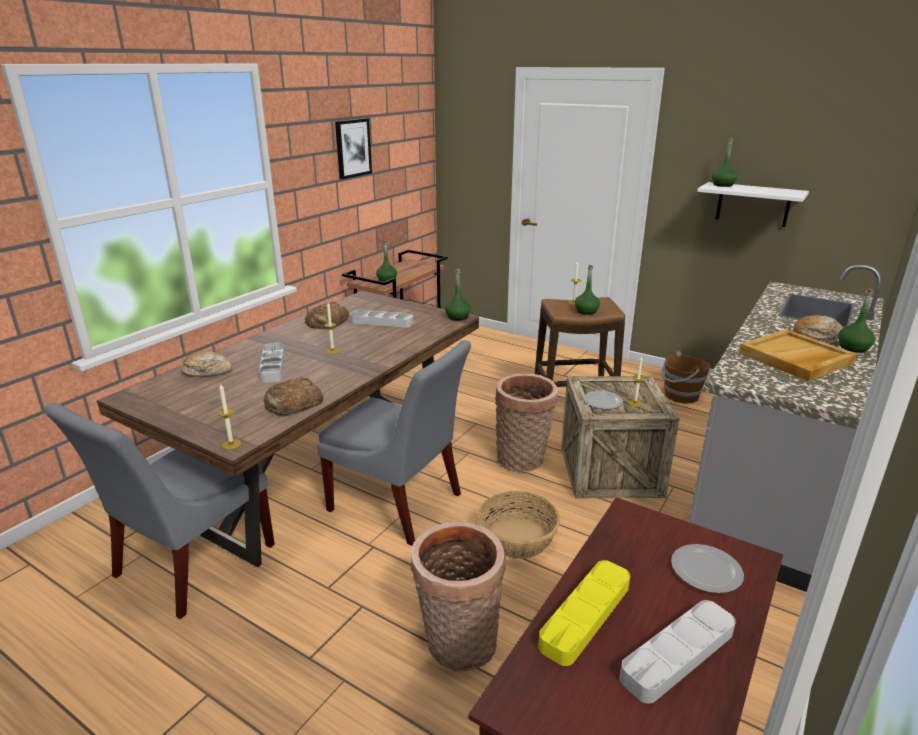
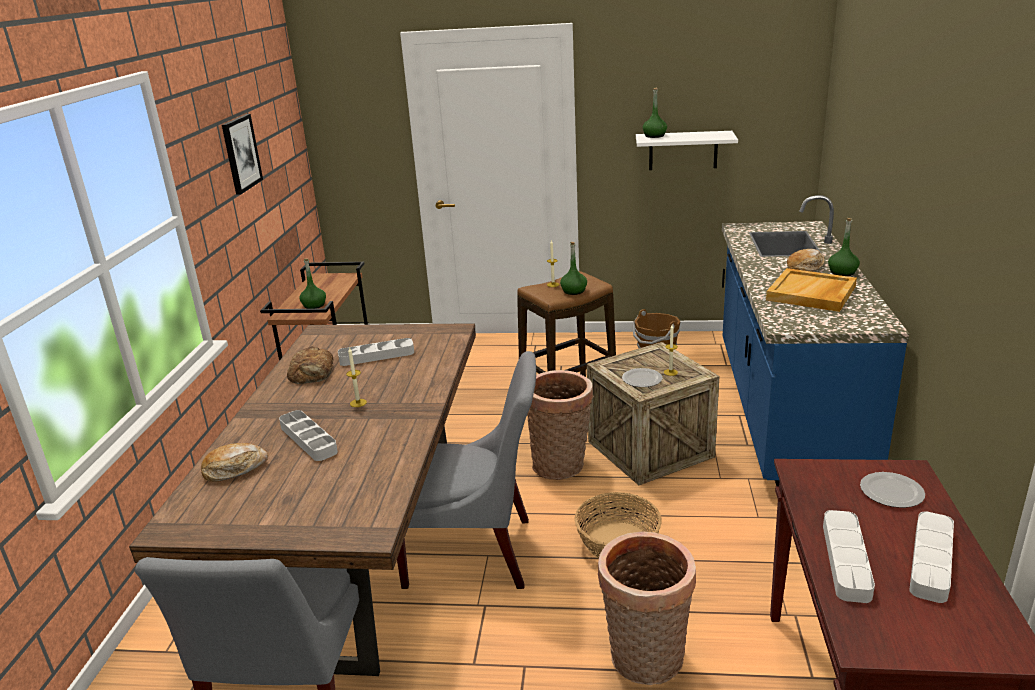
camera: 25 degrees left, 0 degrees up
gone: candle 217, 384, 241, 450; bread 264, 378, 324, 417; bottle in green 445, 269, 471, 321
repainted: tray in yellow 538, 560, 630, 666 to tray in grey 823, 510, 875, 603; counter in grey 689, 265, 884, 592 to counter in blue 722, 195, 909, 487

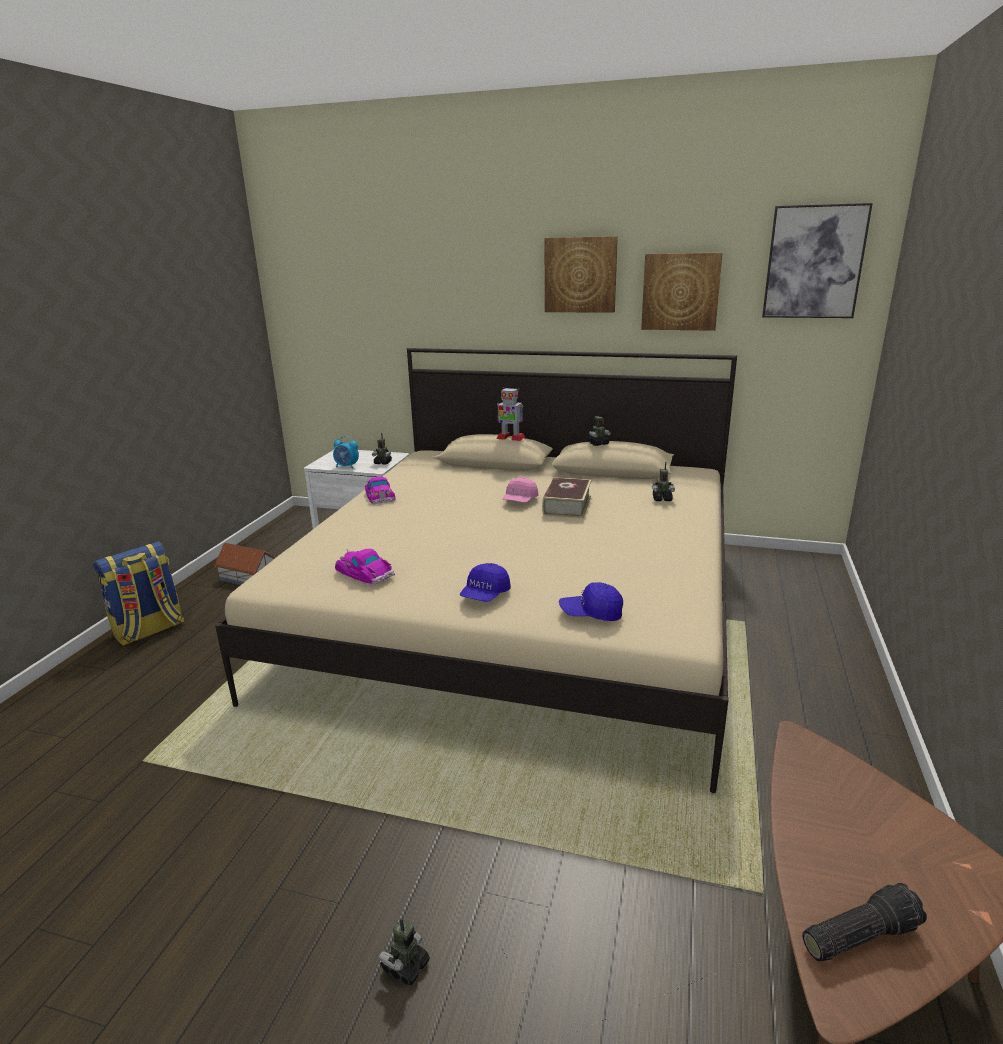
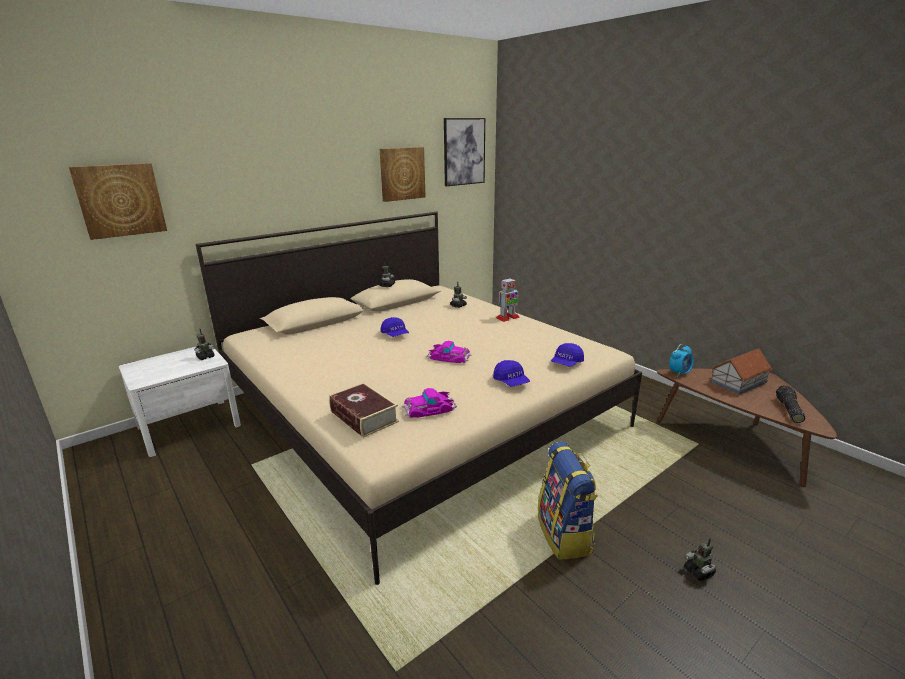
camera: 55 degrees left, 0 degrees up
shifted: backpack 93, 542, 184, 646 to 538, 442, 598, 560; toy house 214, 543, 276, 585 to 710, 348, 772, 395; alarm clock 333, 436, 359, 469 to 670, 344, 694, 377; toy car 365, 476, 395, 504 to 427, 341, 472, 363; toy robot 496, 387, 525, 441 to 496, 277, 520, 322; book 542, 477, 592, 518 to 329, 383, 399, 438; picture 545, 236, 618, 313 to 69, 163, 167, 240
repainted: cap in pink 502, 477, 538, 503 to cap in blue 381, 317, 409, 337

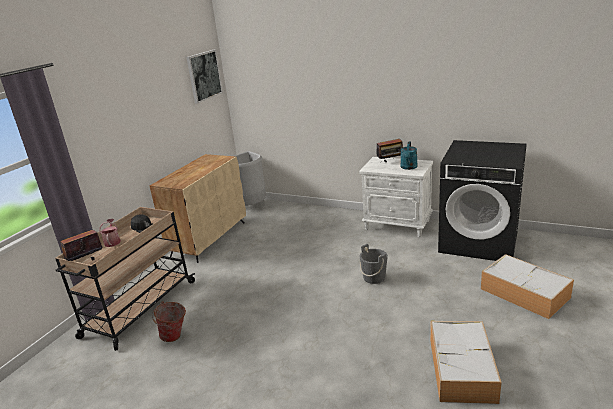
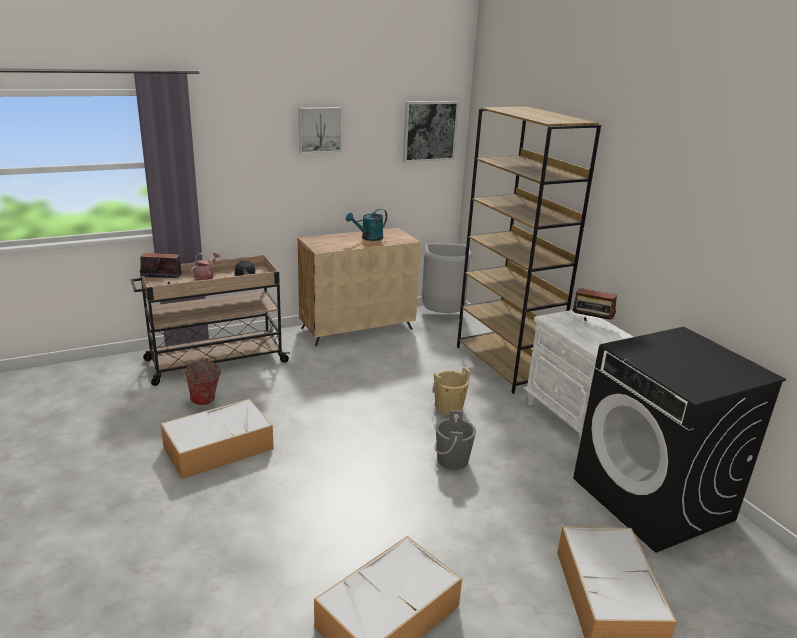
camera: 35 degrees right, 0 degrees up
new: storage box 161, 399, 274, 479; picture 298, 107, 342, 154; bucket in beige 432, 367, 470, 415; bookcase in brown 457, 107, 601, 394
shifted: watering can in turquoise 401, 142, 418, 170 to 346, 209, 387, 241

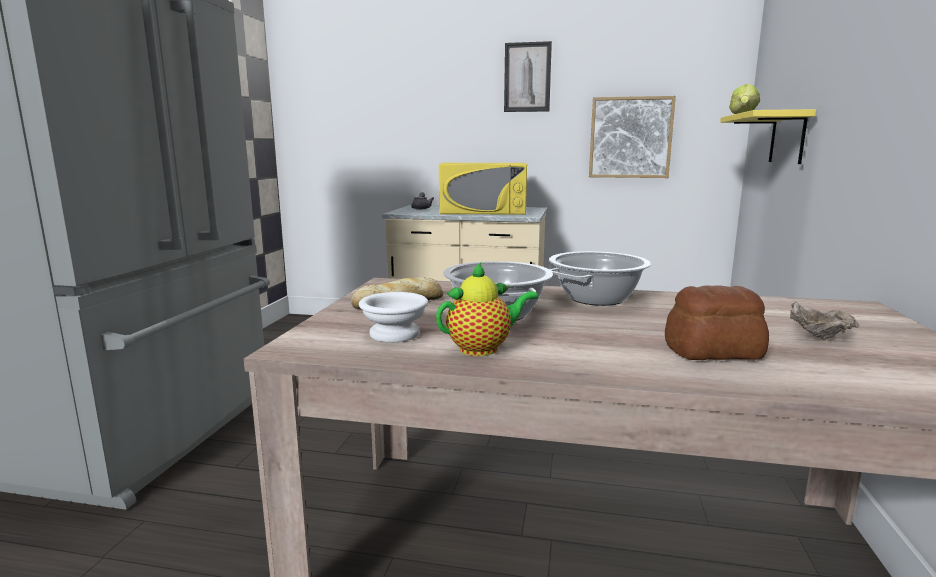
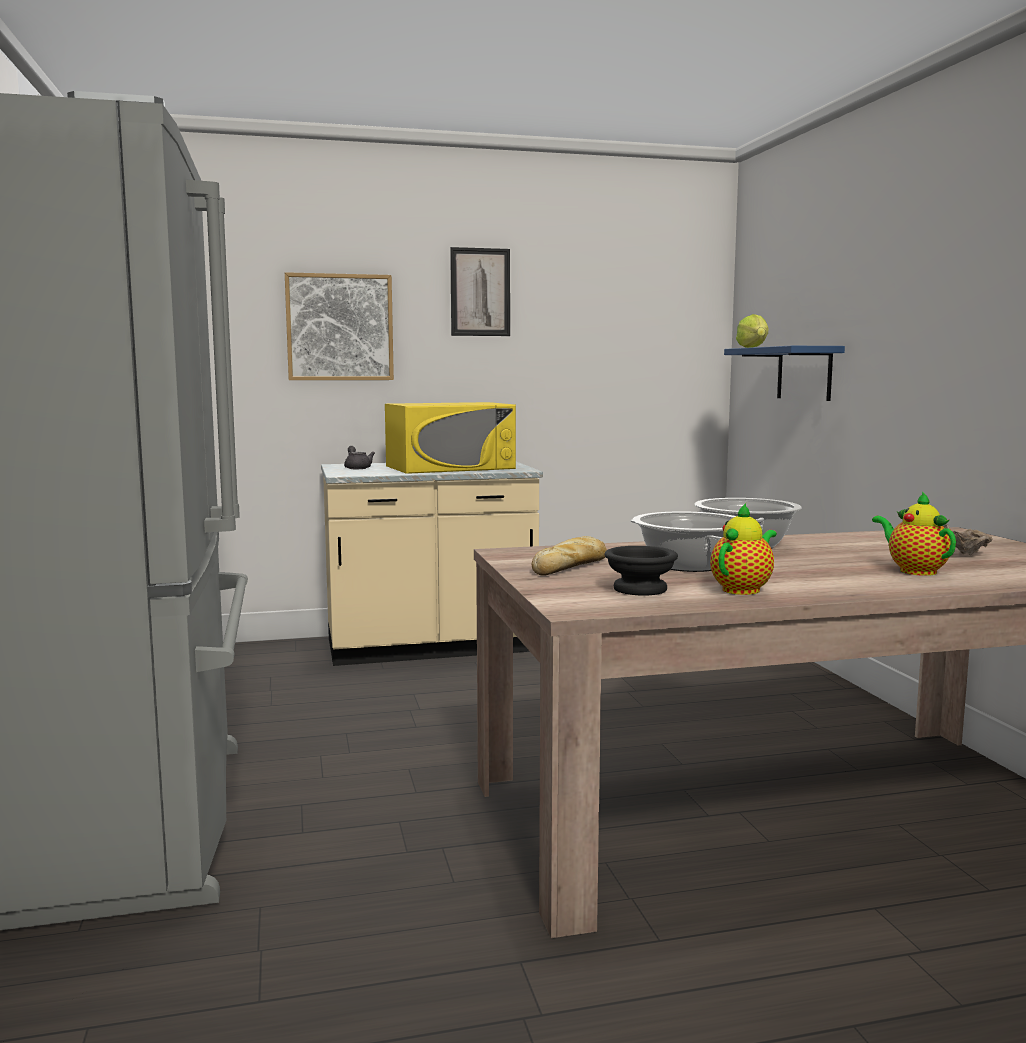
camera: 25 degrees left, 5 degrees down
shifted: picture 589, 96, 676, 178 to 285, 272, 394, 380
swapped: bread 665, 285, 769, 360 to teapot 872, 491, 956, 576
repainted: bowl in white 359, 292, 428, 342 to bowl in black 604, 546, 678, 596; shelf in yellow 720, 109, 816, 164 to shelf in blue 724, 346, 845, 401

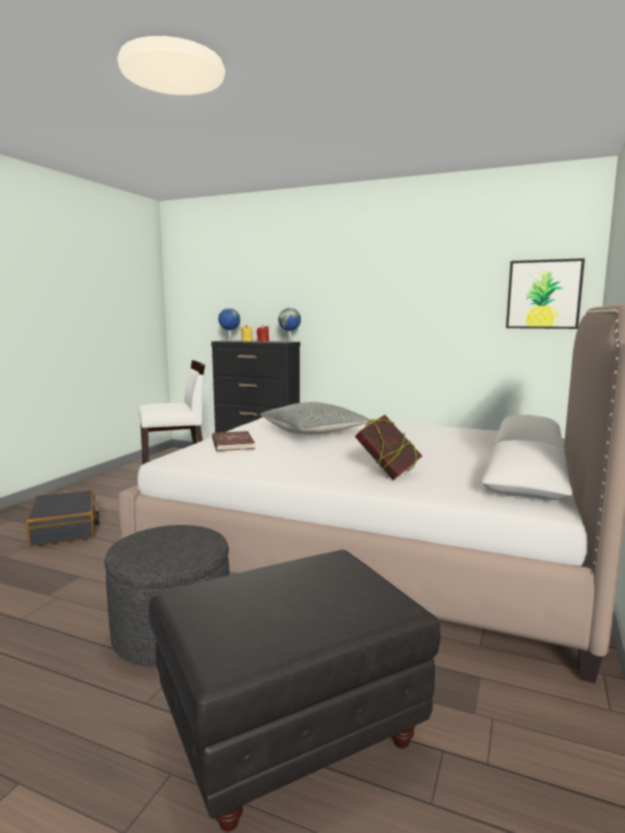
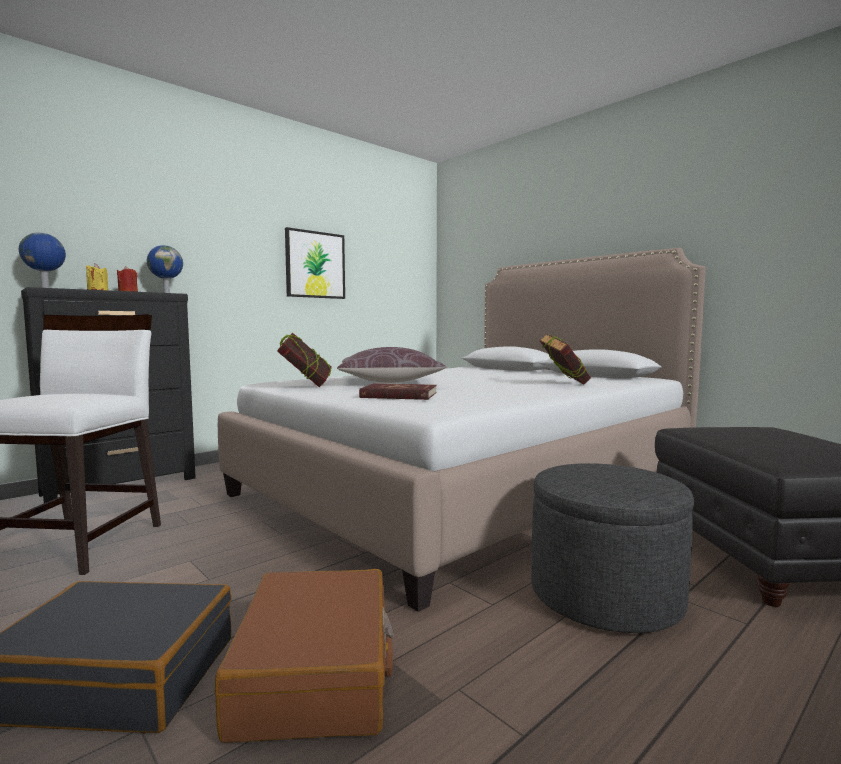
camera: 65 degrees left, 5 degrees down
new: suitcase in brown 215, 569, 394, 743; book 277, 332, 332, 387
shifted: picture 506, 258, 585, 329 to 285, 227, 345, 299
repainted: pillow in grey 260, 402, 370, 435 to pillow in brown 337, 347, 446, 383

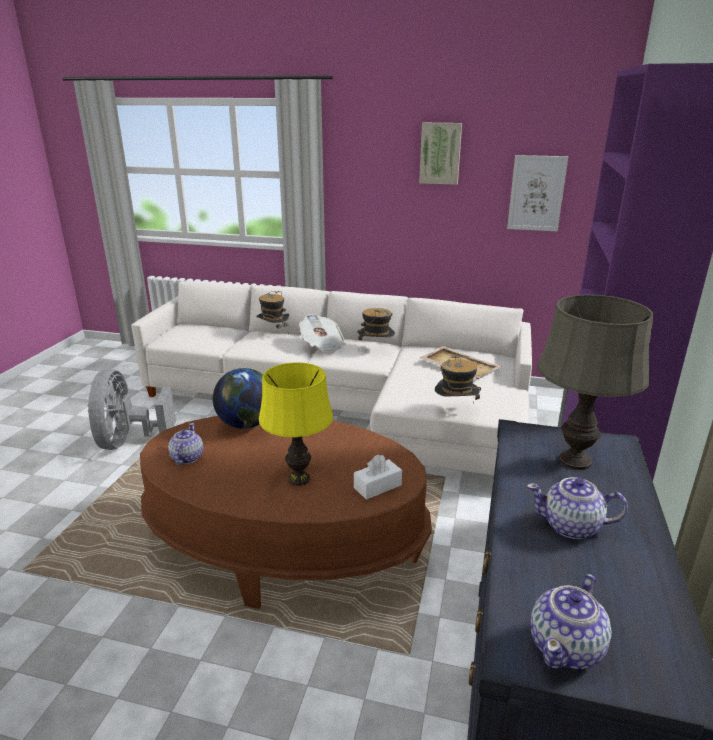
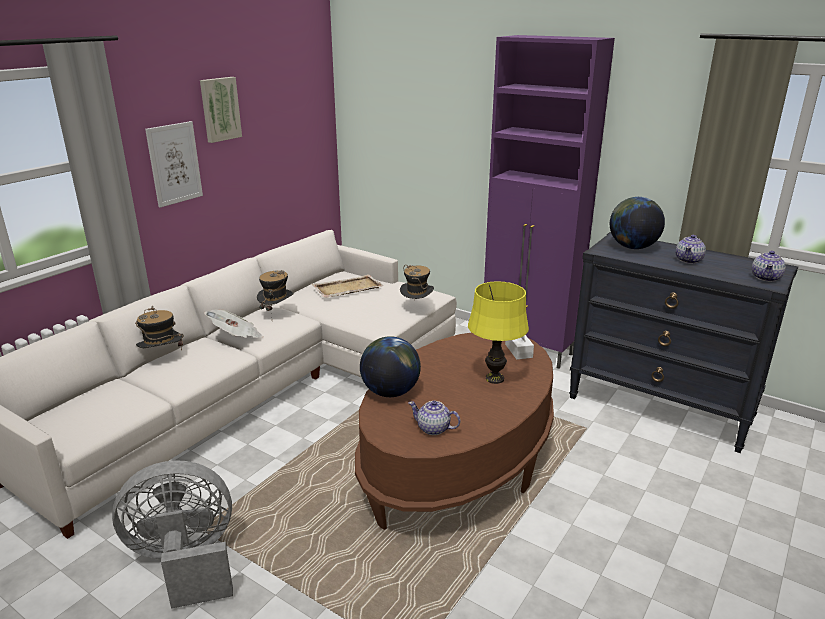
camera: 70 degrees left, 0 degrees up
shifted: picture 507, 155, 568, 231 to 145, 121, 203, 208
swapped: table lamp in grey 537, 295, 654, 470 to globe 610, 197, 665, 249
rotated: fan in grey 88, 369, 176, 450 = 112, 460, 233, 609 150 degrees clockwise; teapot 531, 574, 612, 670 = 752, 251, 786, 282 60 degrees clockwise

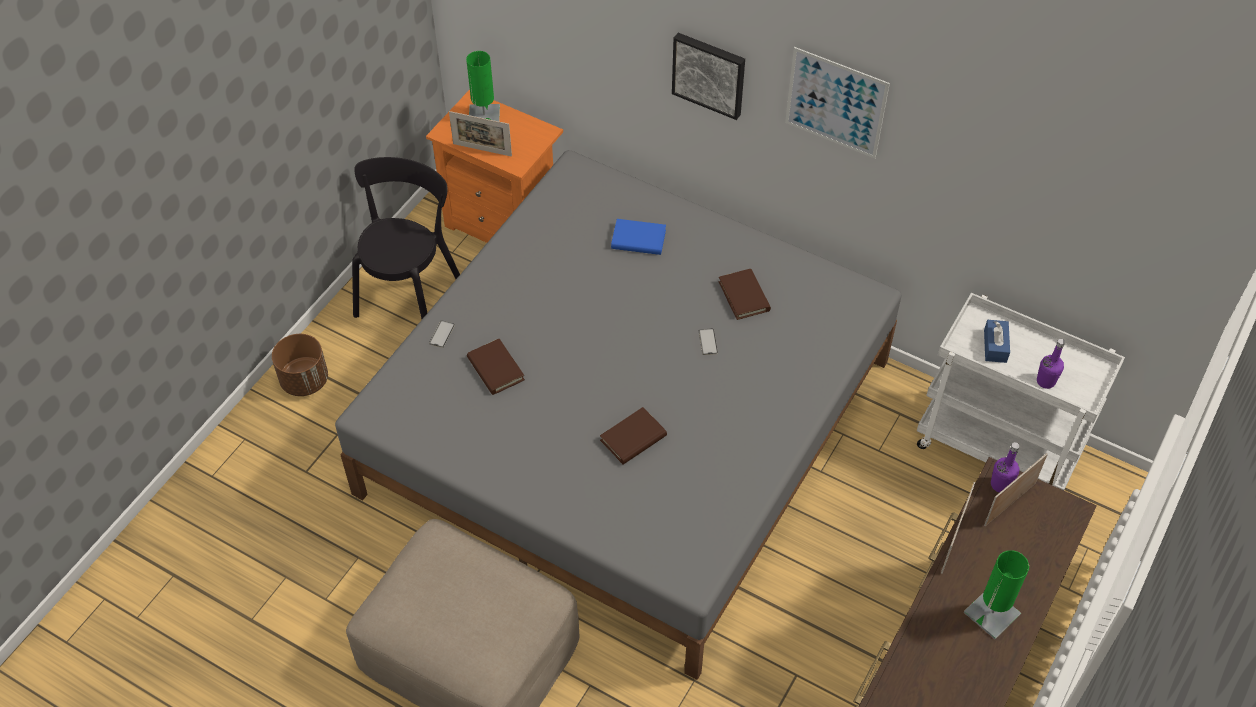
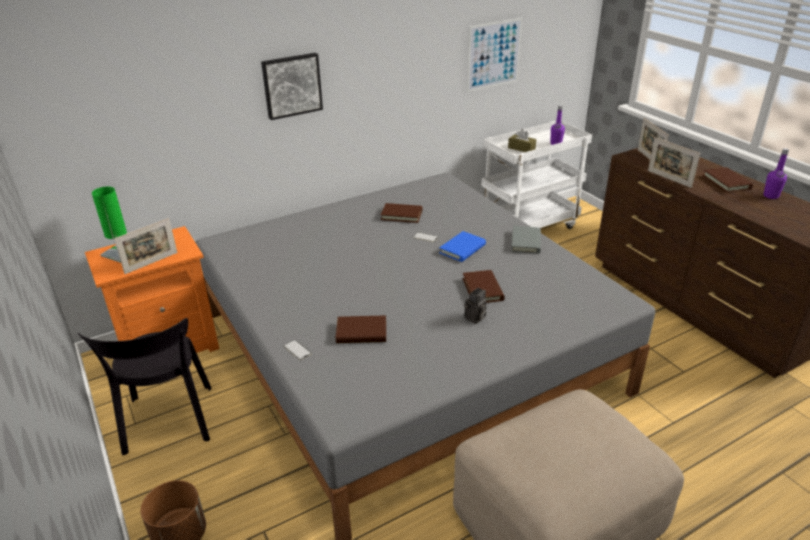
camera: 60 degrees left, 20 degrees down
new: photo camera 464, 288, 487, 324; book in grey 511, 226, 541, 254
shifted: book in blue 611, 219, 666, 255 to 439, 231, 486, 262; picture 785, 47, 890, 159 to 467, 18, 522, 92; bottle in purple 991, 442, 1020, 493 to 763, 148, 789, 199
swapped: table lamp in green 963, 550, 1029, 639 to book in brown 702, 167, 753, 193
repainted: tissue box in blue 984, 320, 1010, 363 to tissue box in brown 508, 129, 537, 152
rotated: chair in black 352, 157, 460, 319 = 77, 318, 211, 455 150 degrees counterclockwise

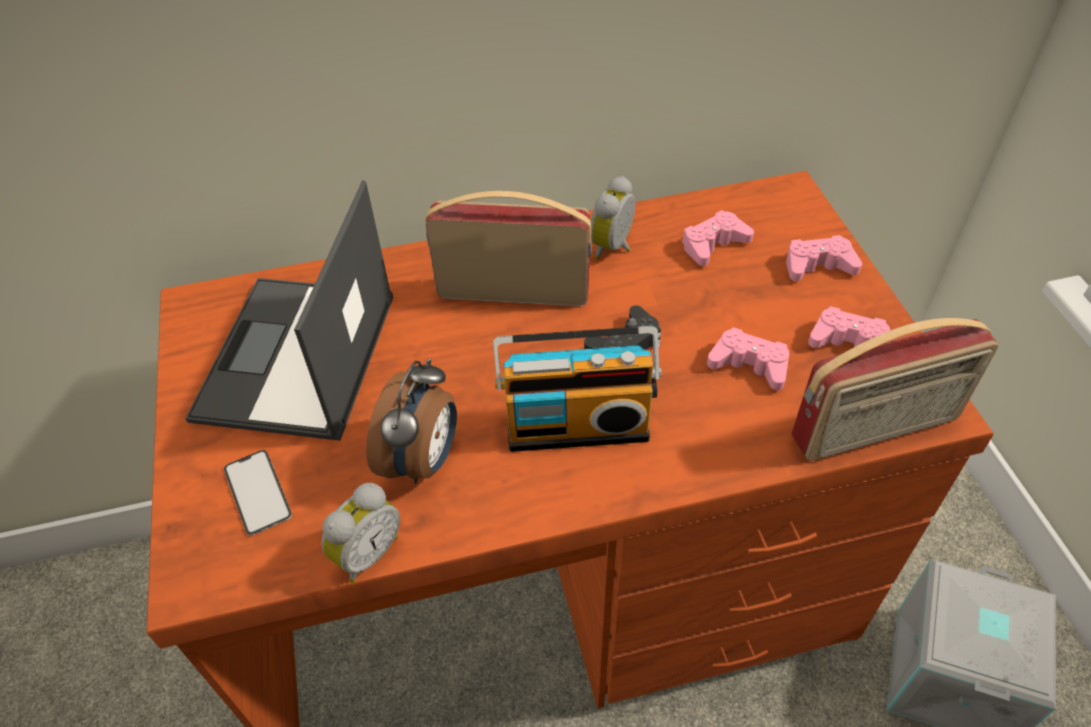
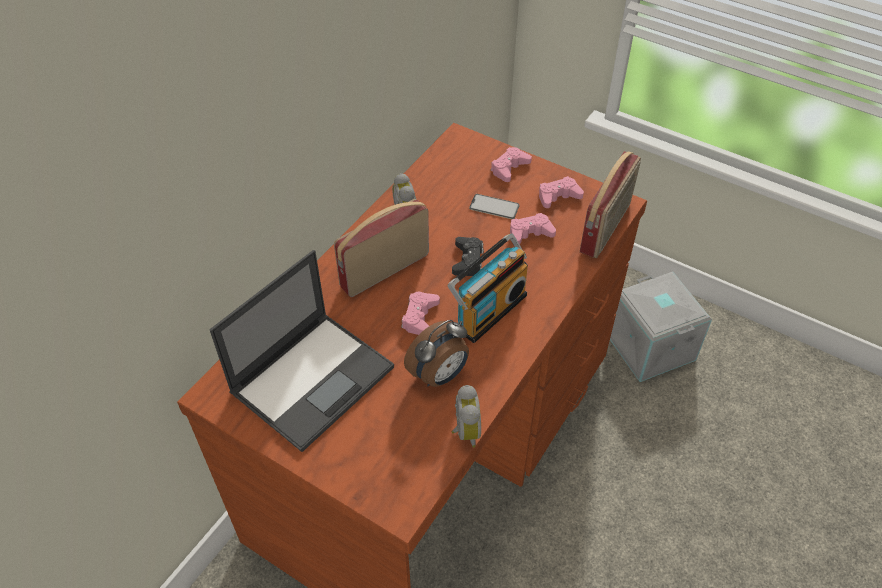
camera: 45 degrees left, 0 degrees up
shifted: phone 224, 450, 292, 536 to 469, 194, 519, 219; game controller in pink 682, 210, 754, 266 to 401, 292, 440, 335
rotated: laptop 185, 180, 393, 441 = 209, 250, 394, 452 105 degrees counterclockwise; alarm clock 366, 358, 457, 484 = 404, 320, 469, 387 75 degrees clockwise

